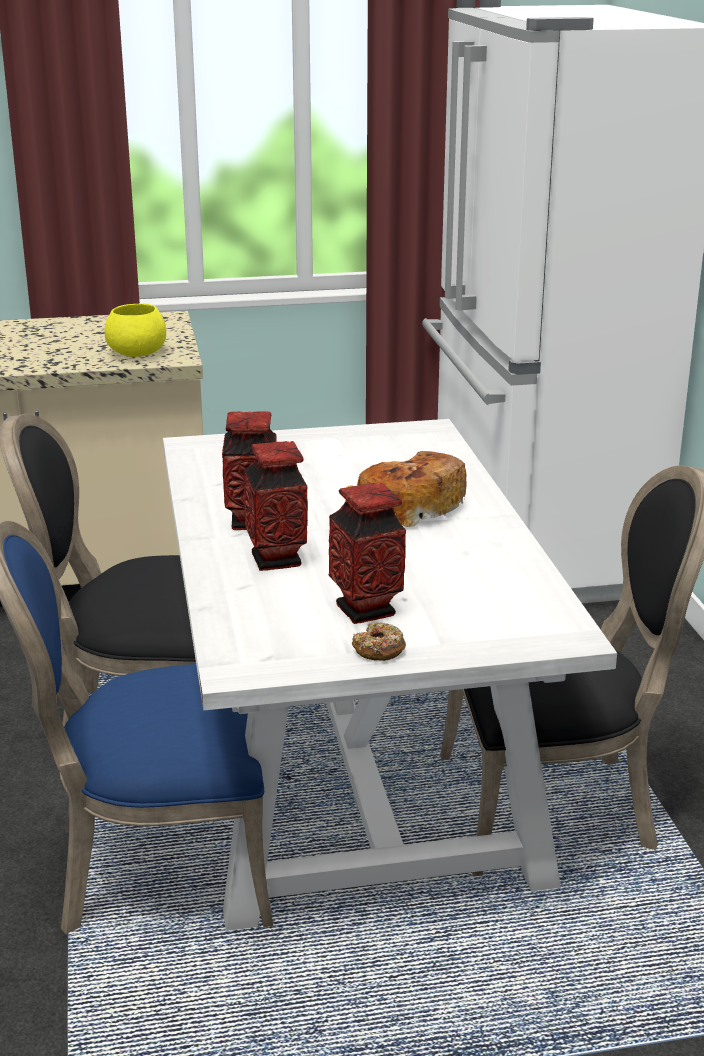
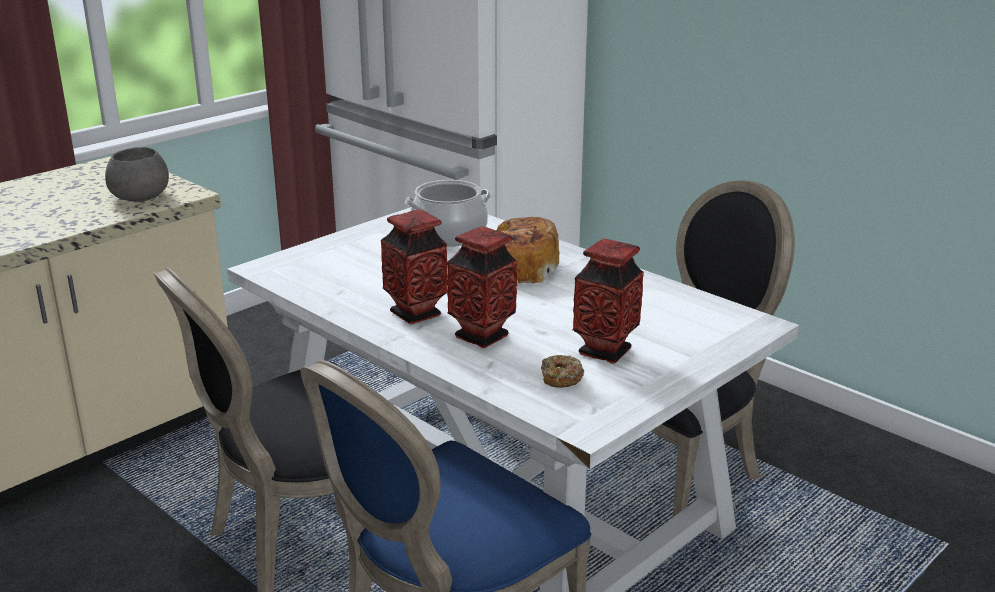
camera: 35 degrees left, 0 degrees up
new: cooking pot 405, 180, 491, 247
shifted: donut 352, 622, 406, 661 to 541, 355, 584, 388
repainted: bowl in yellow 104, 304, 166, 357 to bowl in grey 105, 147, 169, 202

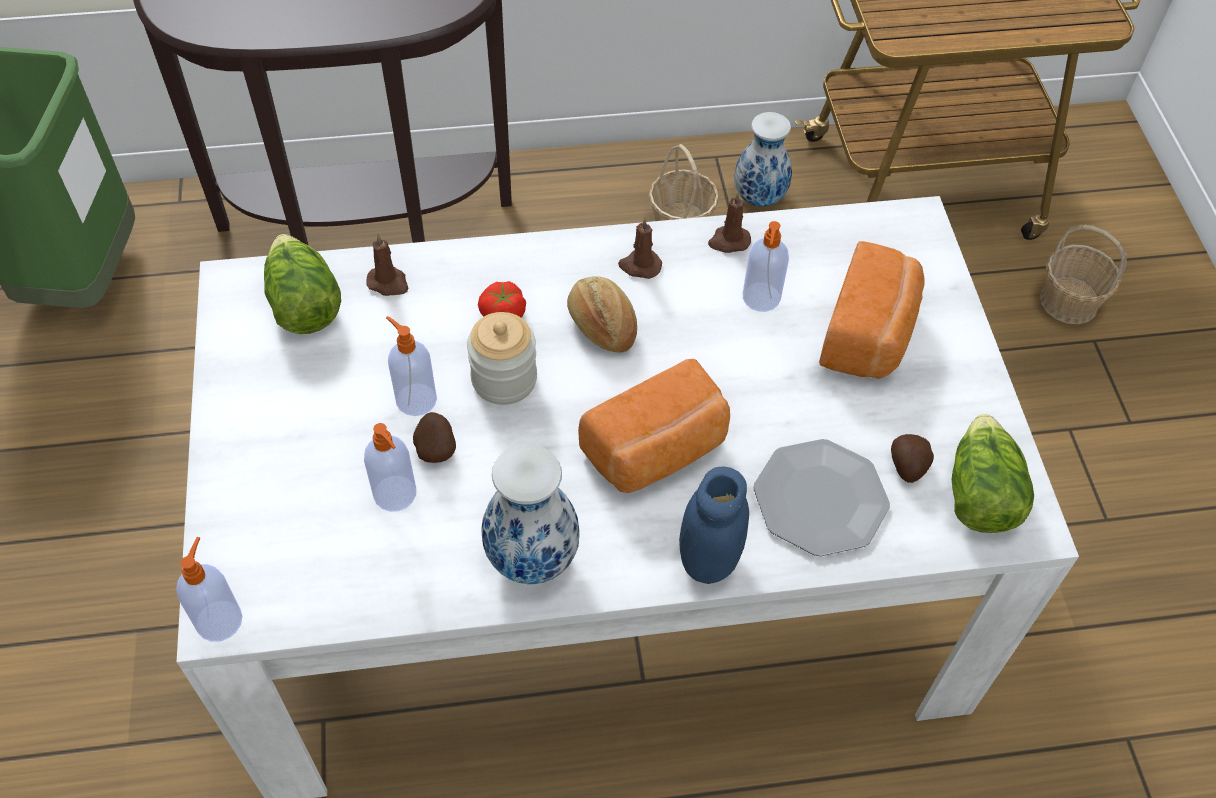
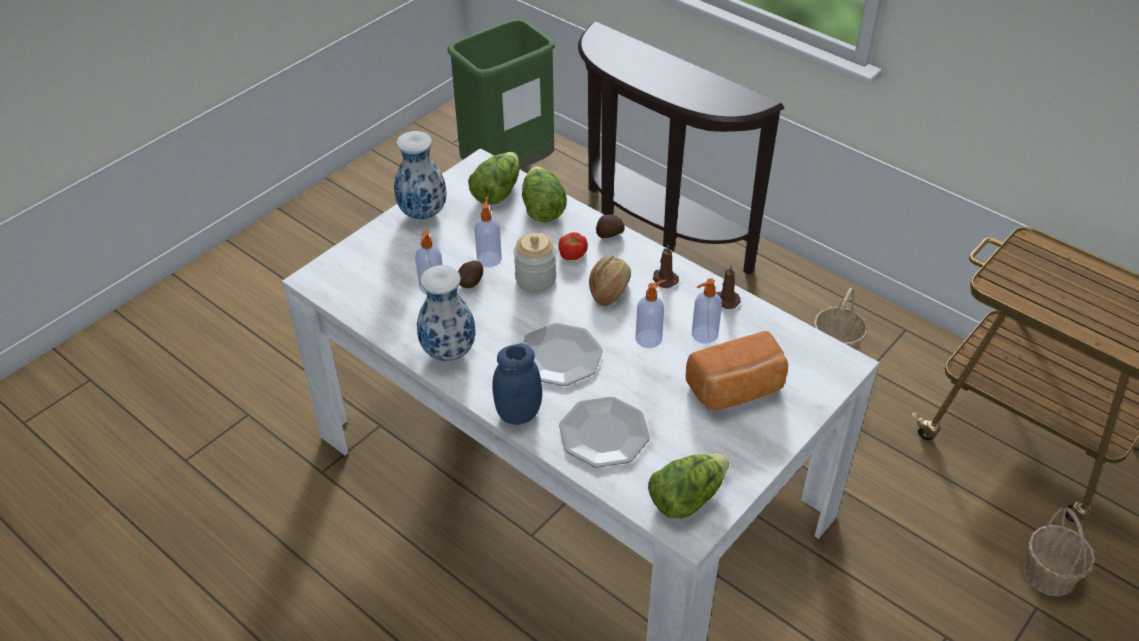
camera: 50 degrees right, 10 degrees down
shifted: soap dispenser 176, 537, 242, 641 to 636, 280, 666, 348; vase 734, 112, 792, 206 to 394, 131, 447, 220; potato 891, 434, 934, 483 to 596, 214, 625, 238
swapped: candle in brown 366, 234, 408, 296 to lettuce 522, 166, 567, 222; bread 578, 359, 730, 493 to plate 522, 323, 603, 386

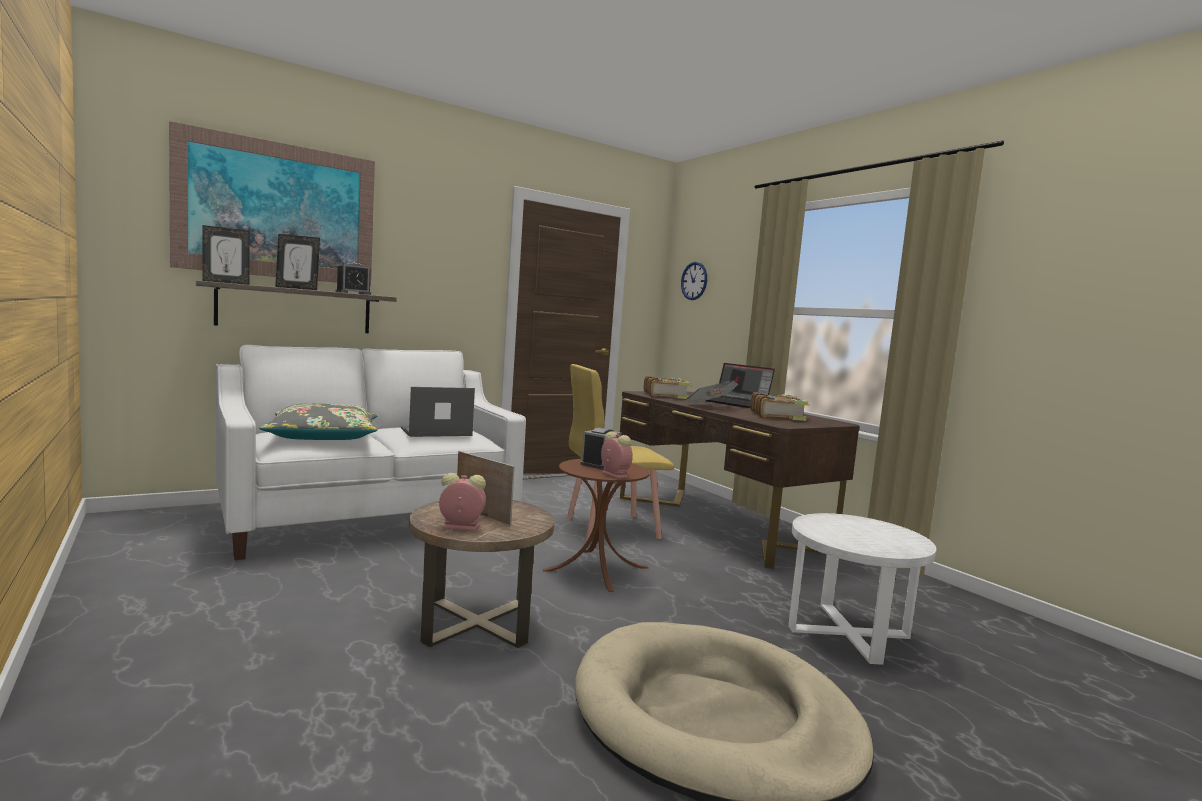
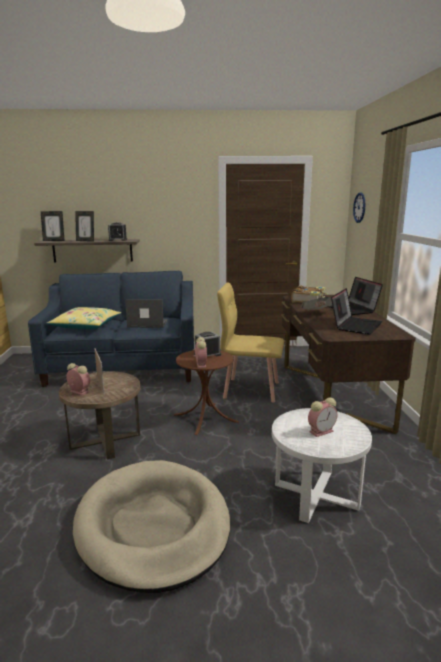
camera: 30 degrees right, 10 degrees up
gone: picture 169, 121, 375, 286
new: alarm clock 308, 397, 337, 437
swapped: book 750, 392, 810, 421 to laptop 331, 288, 383, 335
repainted: sofa in white 215, 345, 526, 560 to sofa in blue 28, 271, 194, 387; pillow in grey 259, 404, 378, 440 to pillow in yellow 47, 307, 121, 329

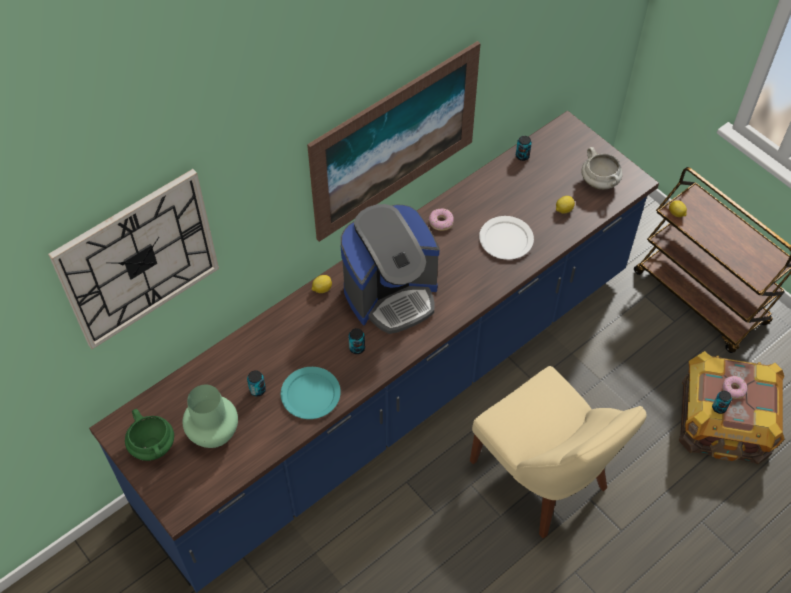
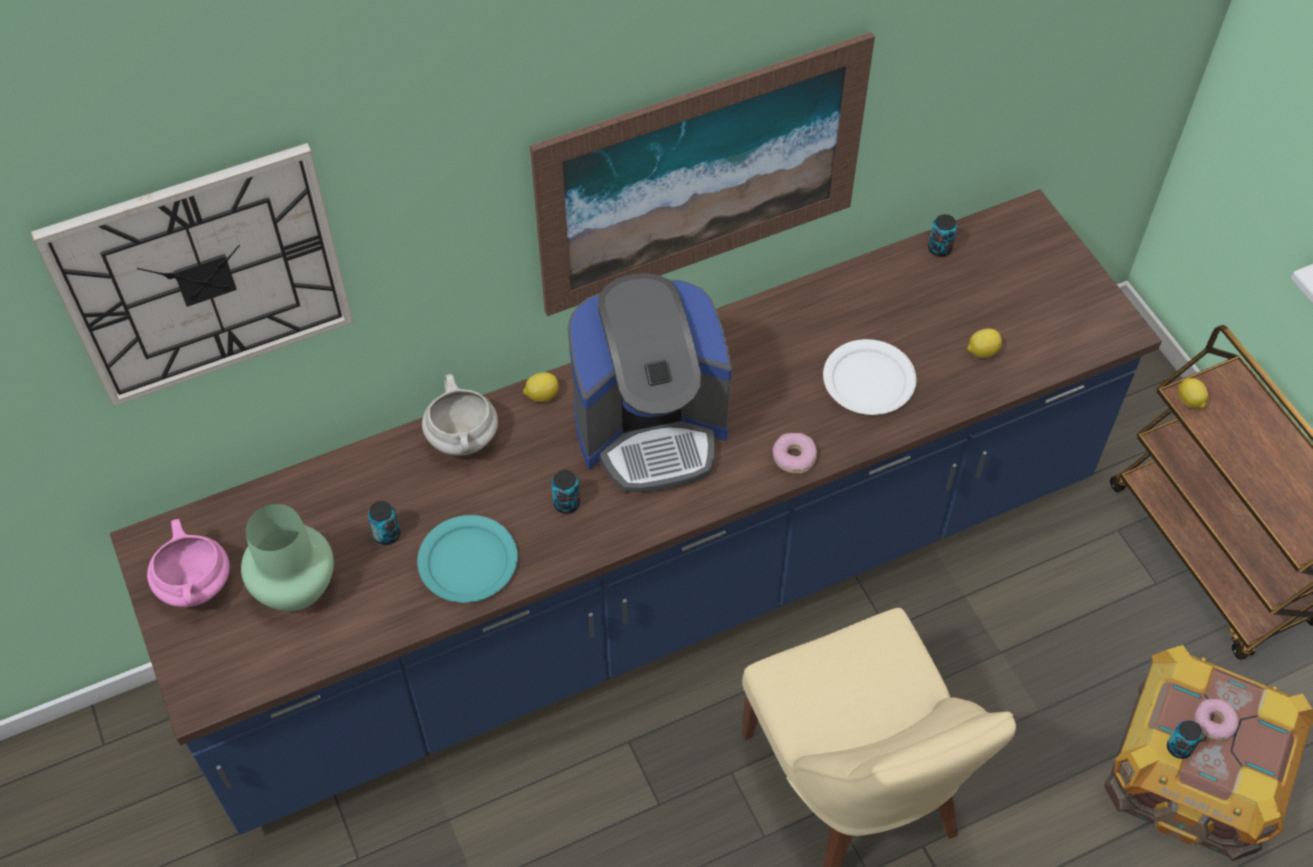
camera: 15 degrees right, 0 degrees up
shifted: donut 429, 208, 454, 231 to 773, 433, 817, 474; cooking pot in white 581, 147, 623, 190 to 422, 374, 498, 456
repainted: cooking pot in green 125, 409, 174, 461 to cooking pot in pink 147, 519, 230, 607

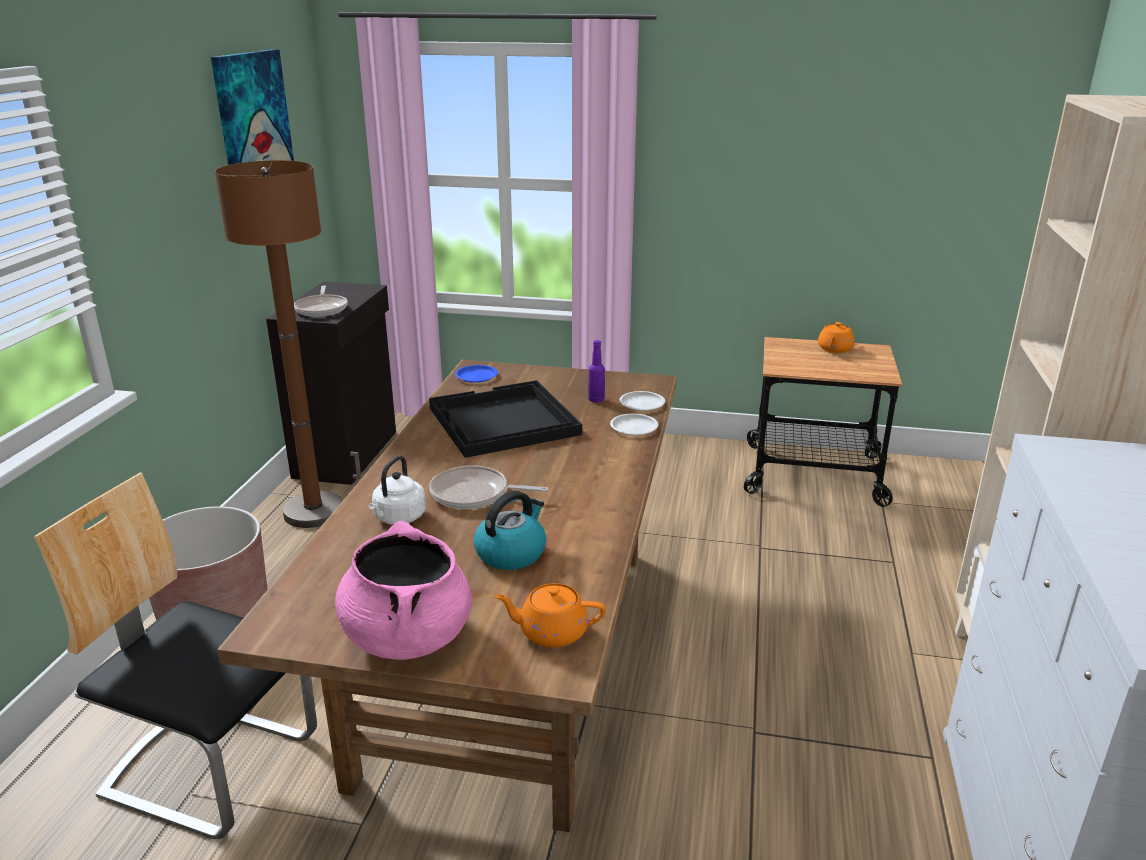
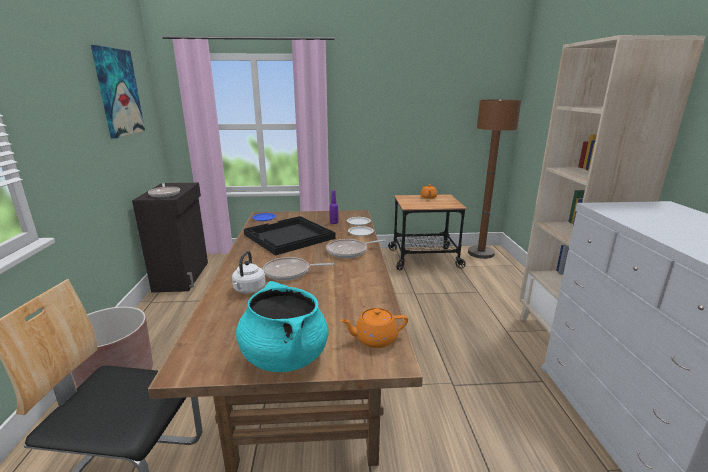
camera: 15 degrees left, 5 degrees down
gone: kettle 473, 491, 546, 570
new: frying pan 326, 239, 385, 258
shifted: floor lamp in brown 215, 160, 343, 528 to 468, 100, 521, 259
repainted: cooking pot in pink 335, 521, 472, 660 to cooking pot in turquoise 236, 281, 329, 372

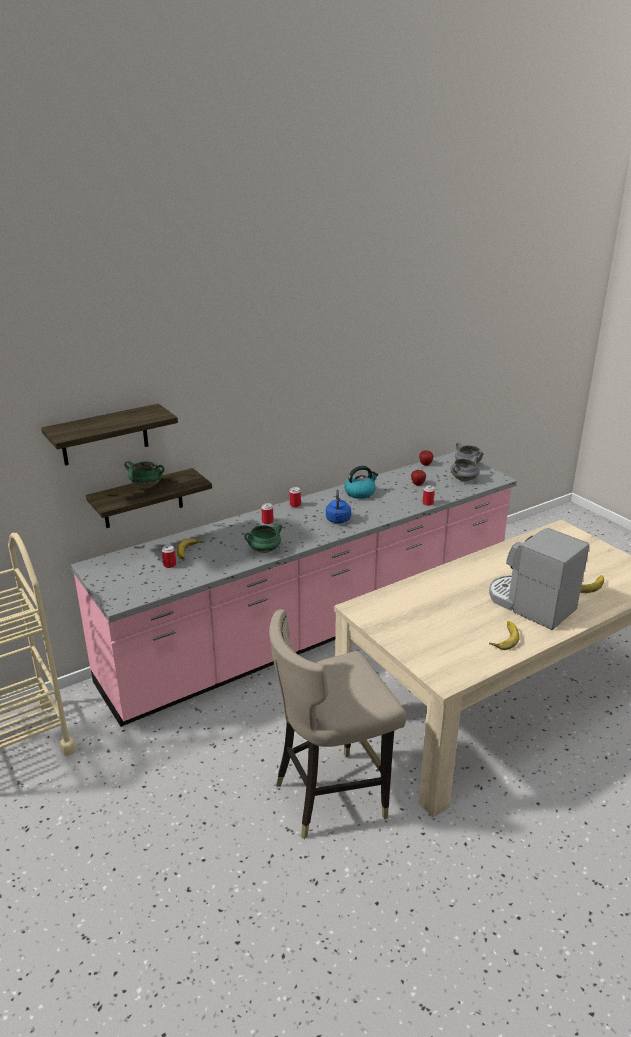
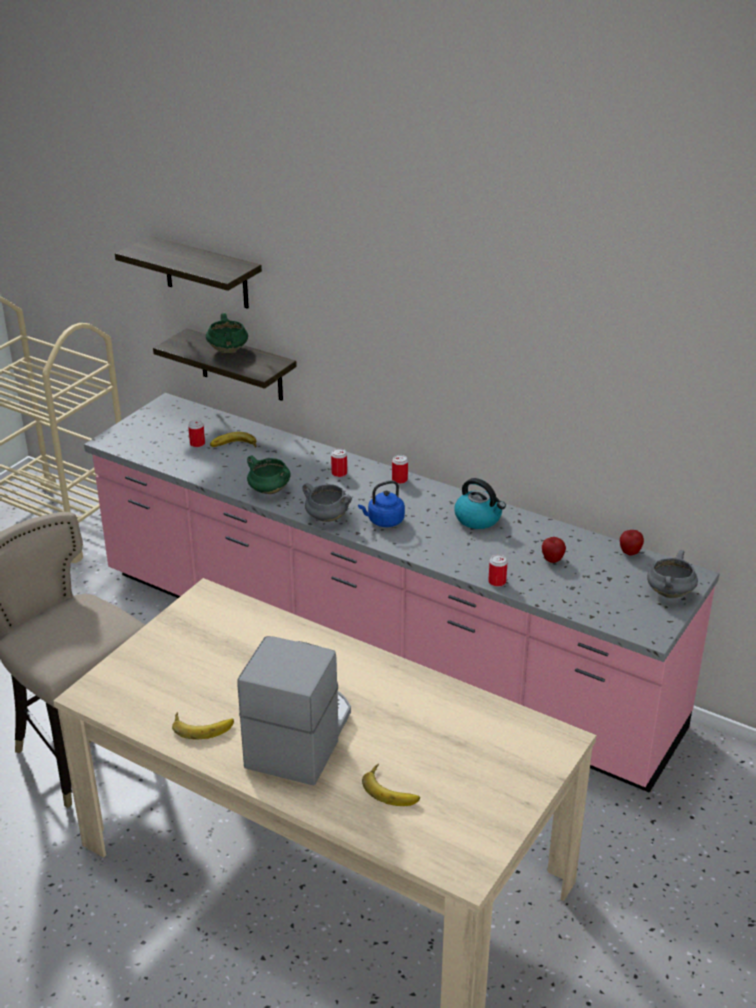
camera: 65 degrees right, 5 degrees up
shifted: cooking pot in grey 450, 456, 480, 482 to 303, 483, 352, 522

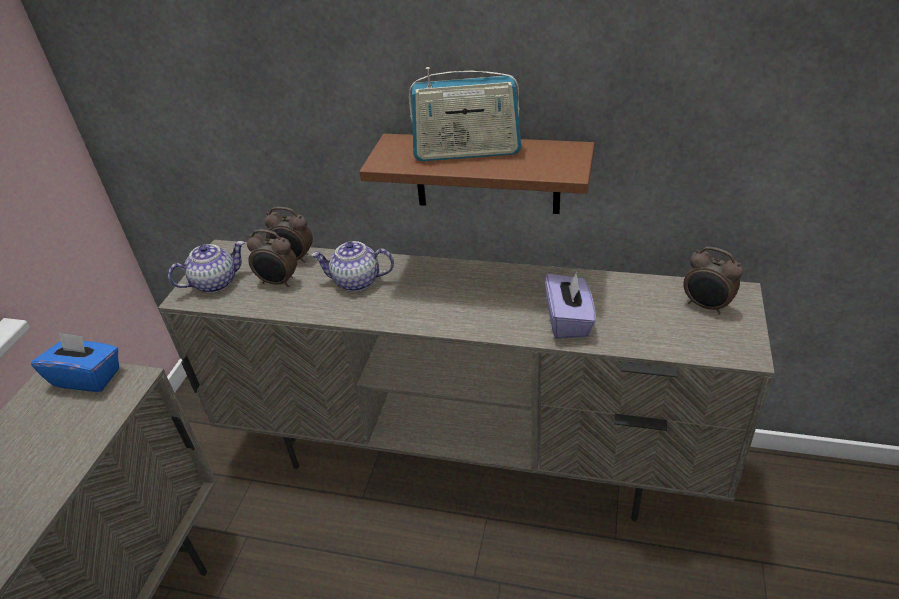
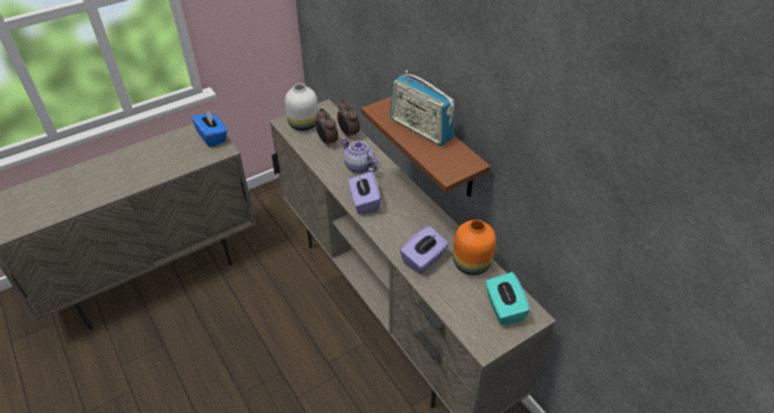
camera: 40 degrees right, 5 degrees up
new: tissue box in purple 349, 172, 381, 214; vase in orange 453, 220, 496, 275
swapped: teapot 168, 241, 244, 293 to vase in white 285, 84, 318, 131; alarm clock 683, 247, 743, 315 to tissue box in turquoise 485, 272, 530, 325

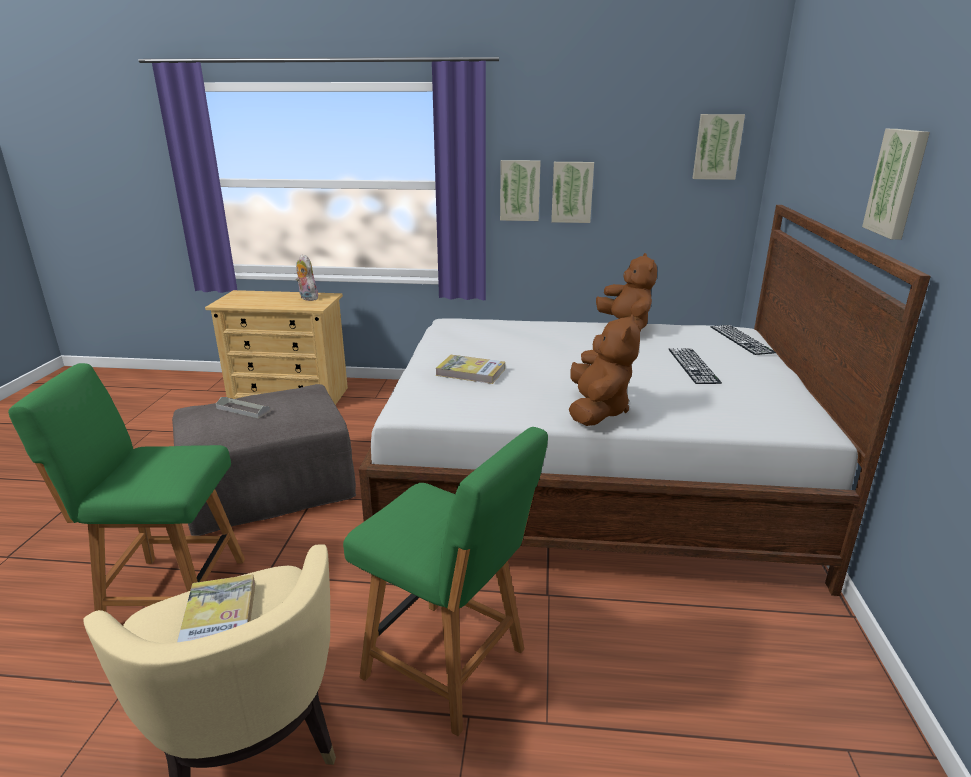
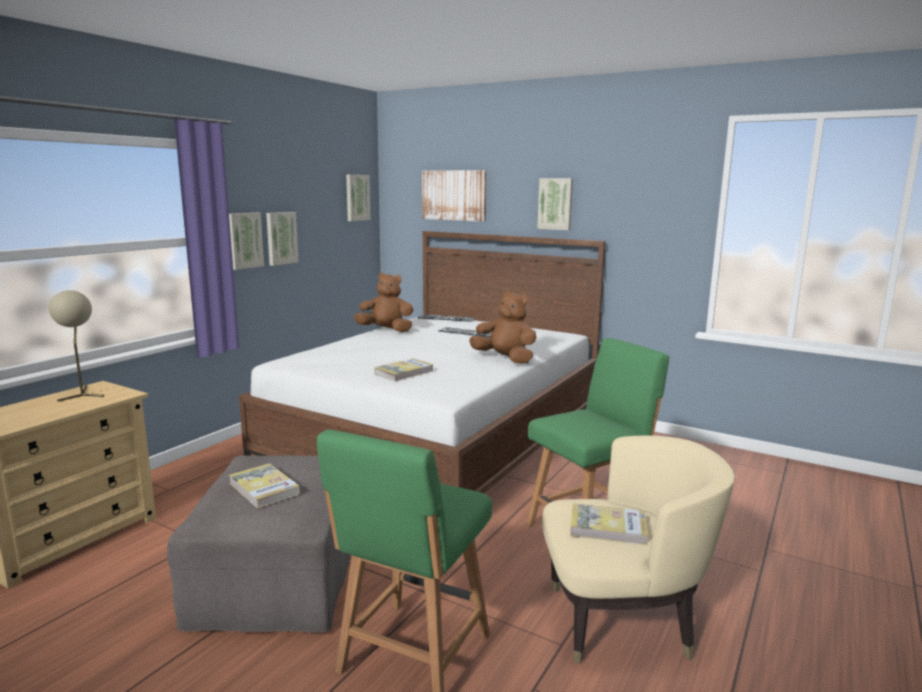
camera: 65 degrees left, 10 degrees down
new: picture 422, 170, 487, 222
swapped: tray in grey 216, 397, 270, 418 to book 229, 463, 300, 508; plush toy 296, 255, 318, 301 to table lamp in beige 49, 290, 104, 402

